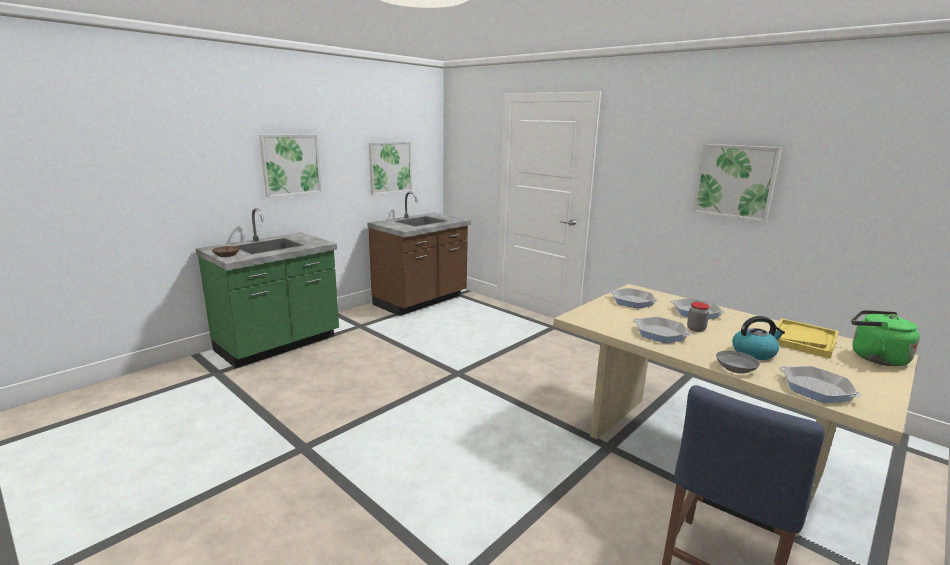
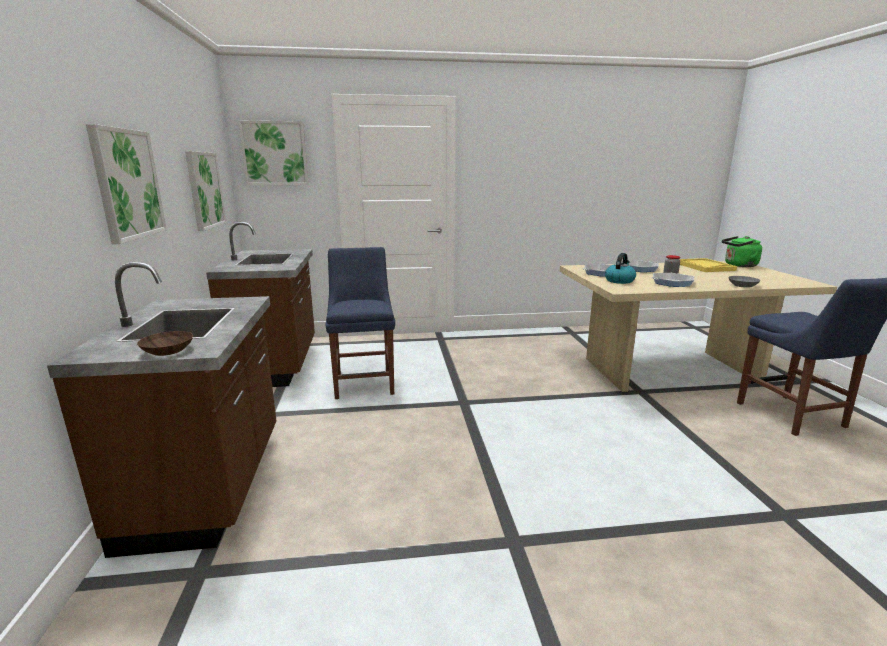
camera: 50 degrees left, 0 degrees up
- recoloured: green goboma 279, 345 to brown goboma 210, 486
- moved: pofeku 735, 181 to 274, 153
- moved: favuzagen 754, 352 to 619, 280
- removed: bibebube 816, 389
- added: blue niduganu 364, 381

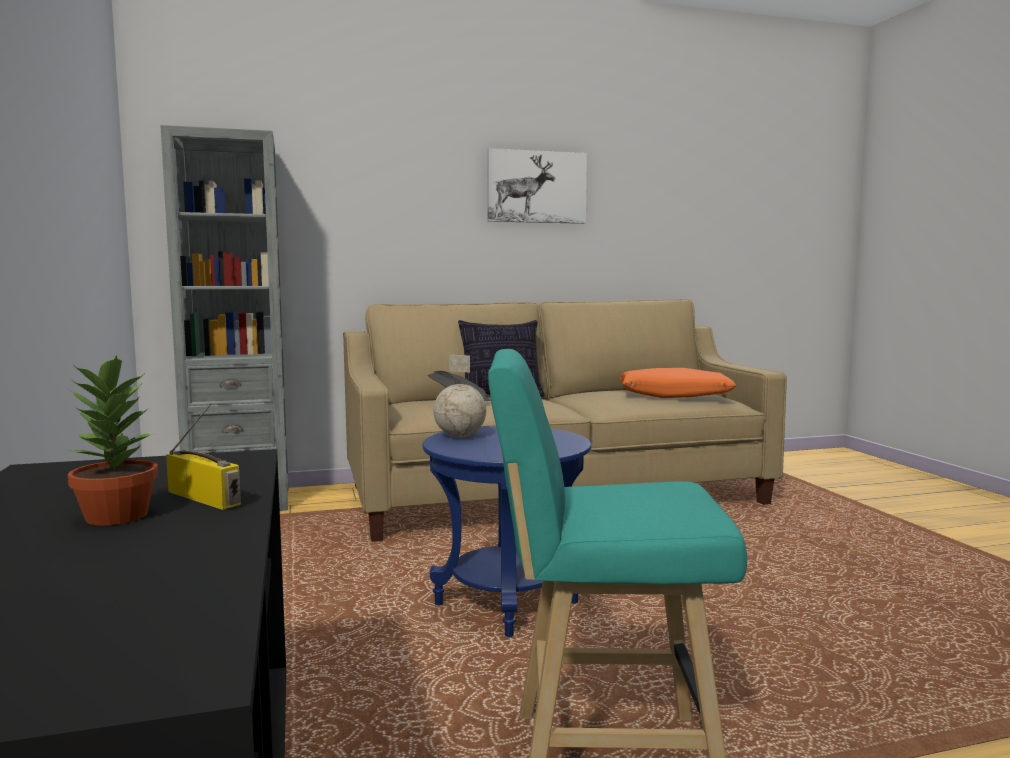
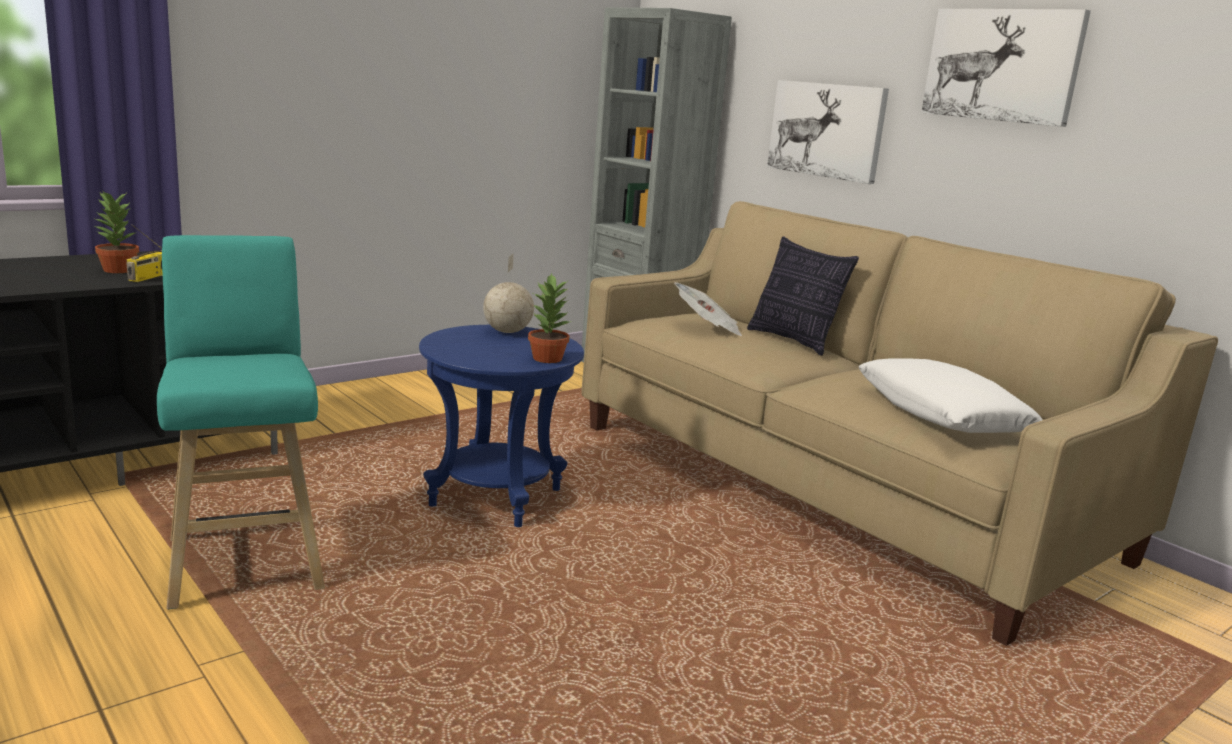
camera: 65 degrees right, 10 degrees up
- recoloured: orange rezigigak 674, 395 to white rezigigak 941, 413
- added: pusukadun 548, 358
- added: pofeku 827, 130

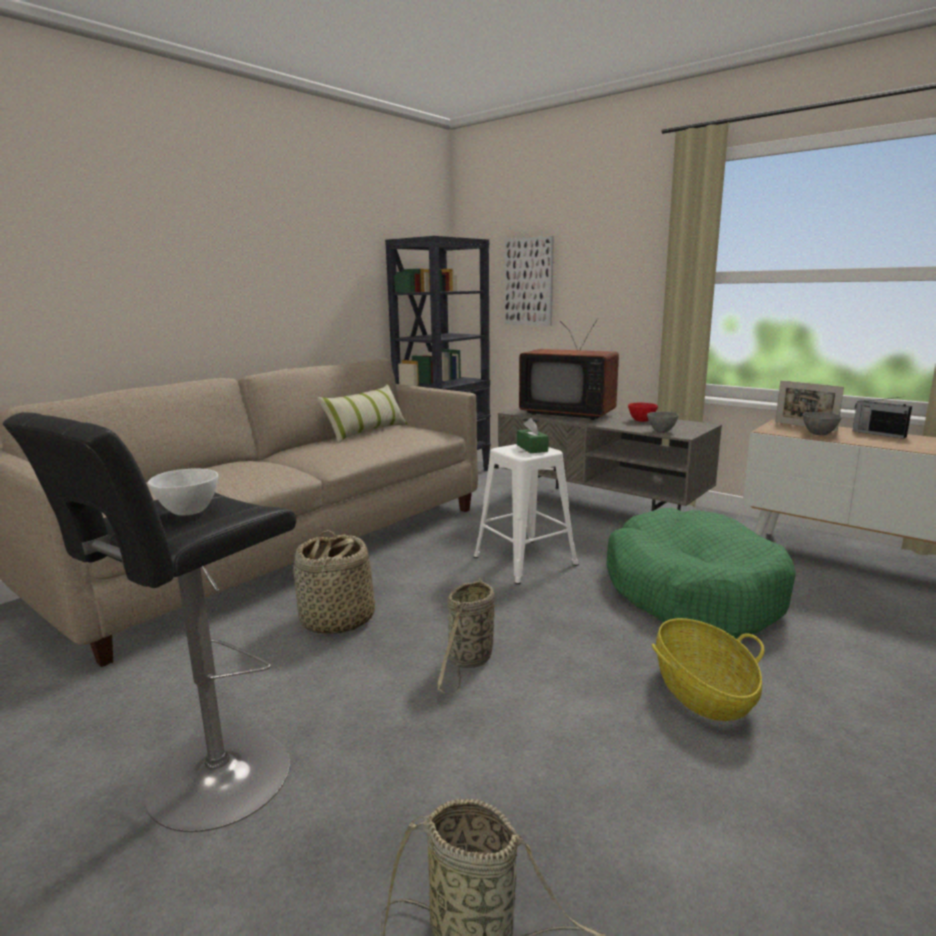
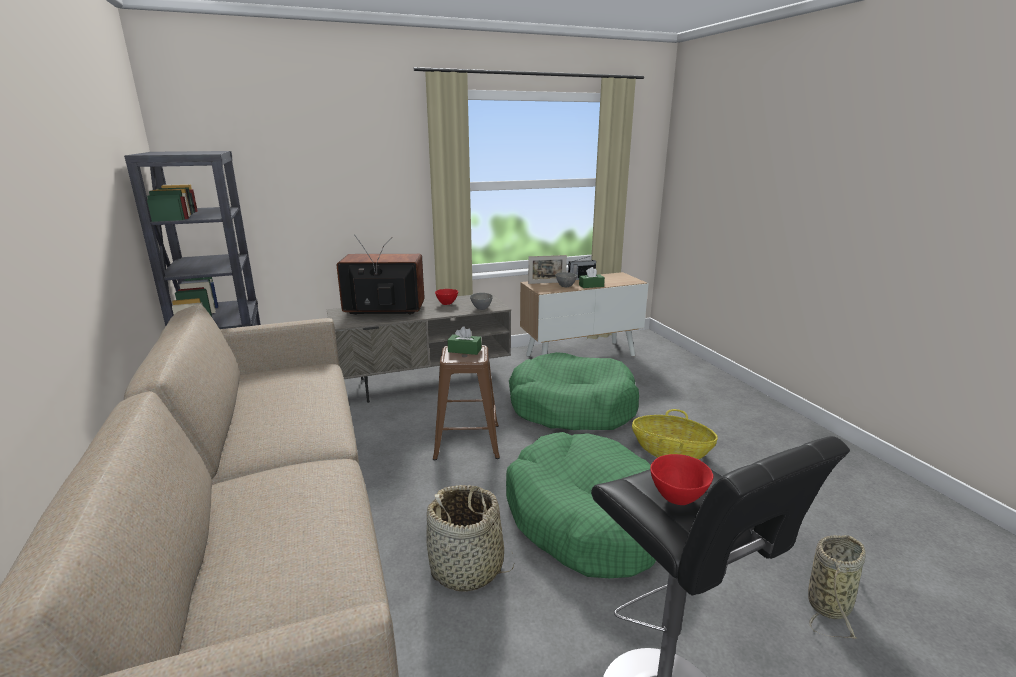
camera: 60 degrees left, 5 degrees up
- recoloured: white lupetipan 187, 512 to red lupetipan 677, 499
- removed: rezigigak 366, 432
- replaced: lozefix 469, 661 to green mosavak 586, 518
- recoloured: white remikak 525, 560 to brown remikak 466, 441
- removed: pofeku 529, 281
- turned: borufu 568, 413 = 384, 312 150 degrees counterclockwise
- added: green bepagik 591, 286

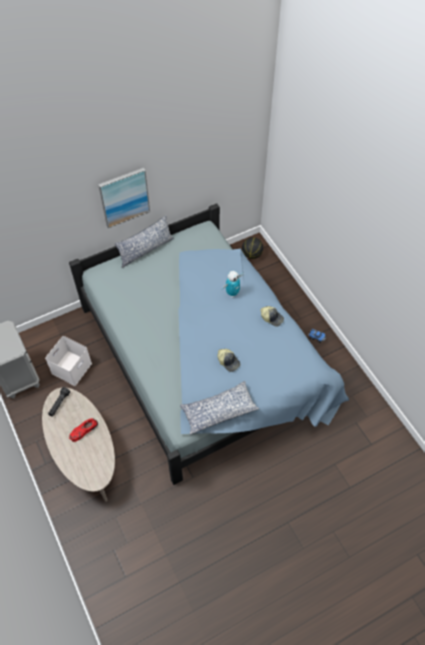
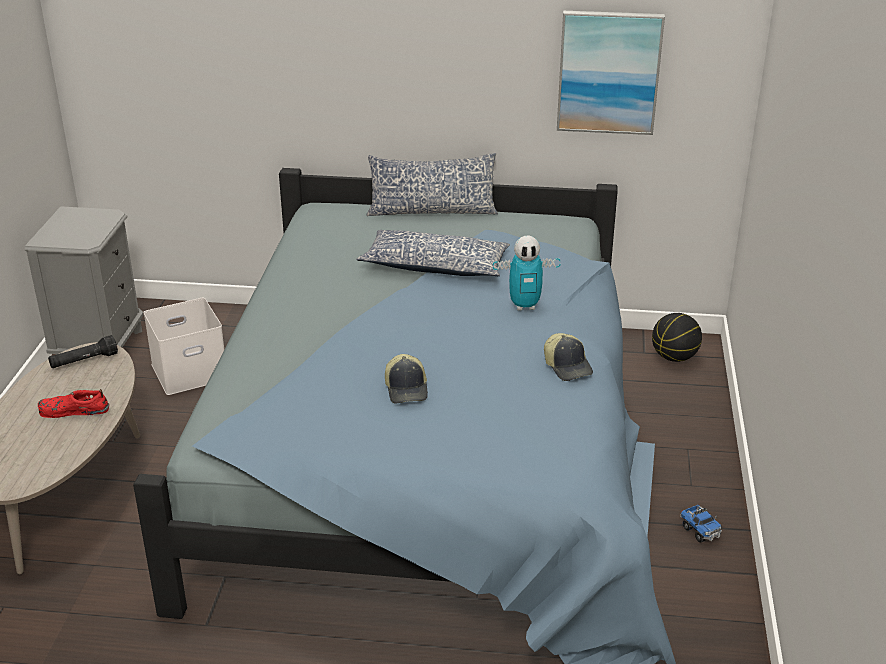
camera: 35 degrees right, 25 degrees down
- moved: pofeku 124, 197 to 609, 72
- moved: rezigigak 218, 410 to 434, 266

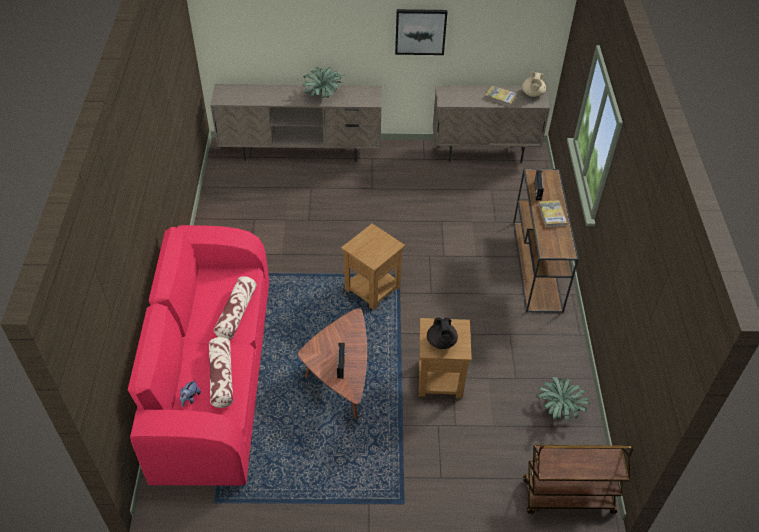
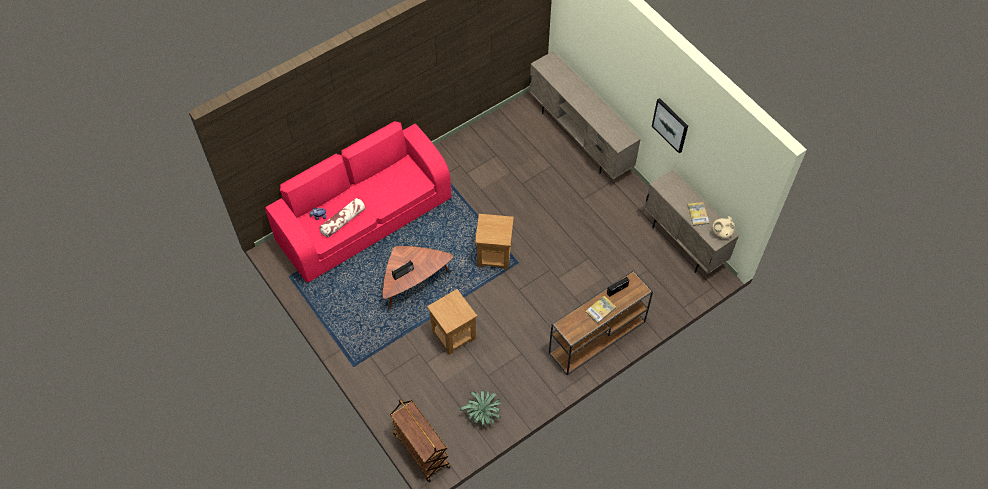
camera: 55 degrees right, 10 degrees up
- removed: rezigigak 236, 313
- removed: pusukadun 323, 95
- removed: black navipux 441, 342

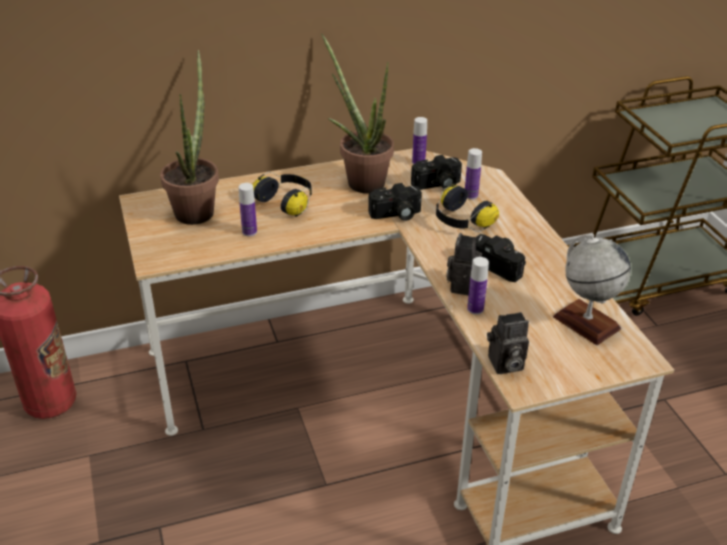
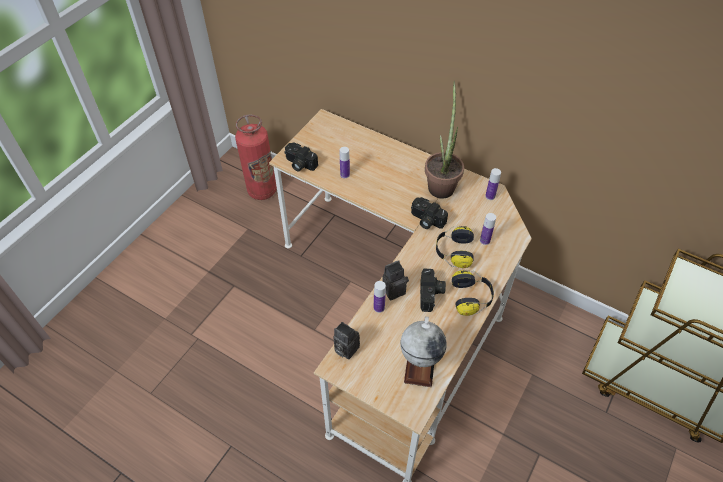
camera: 50 degrees right, 15 degrees up
- removed: pusukadun 197, 208
- moved: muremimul 286, 202 to 471, 298
- moved: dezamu 437, 185 to 299, 164

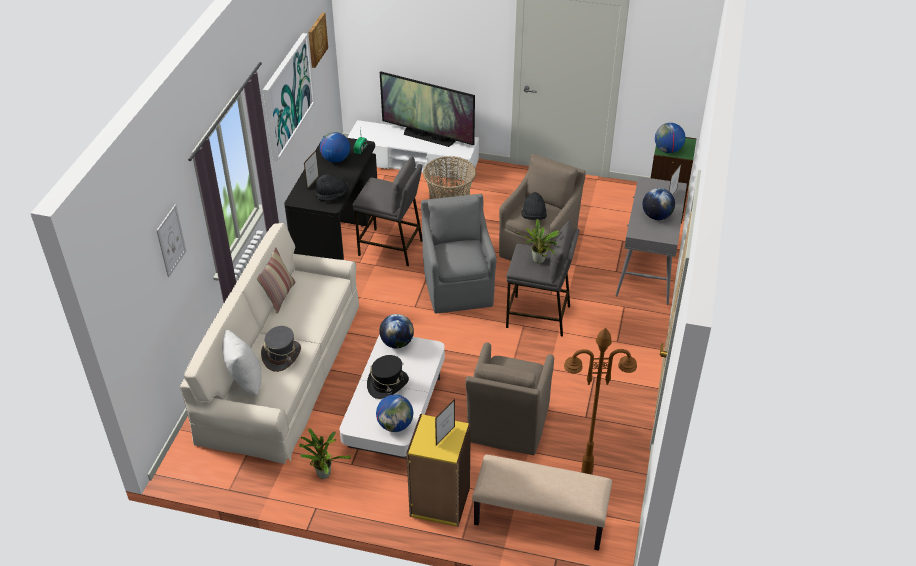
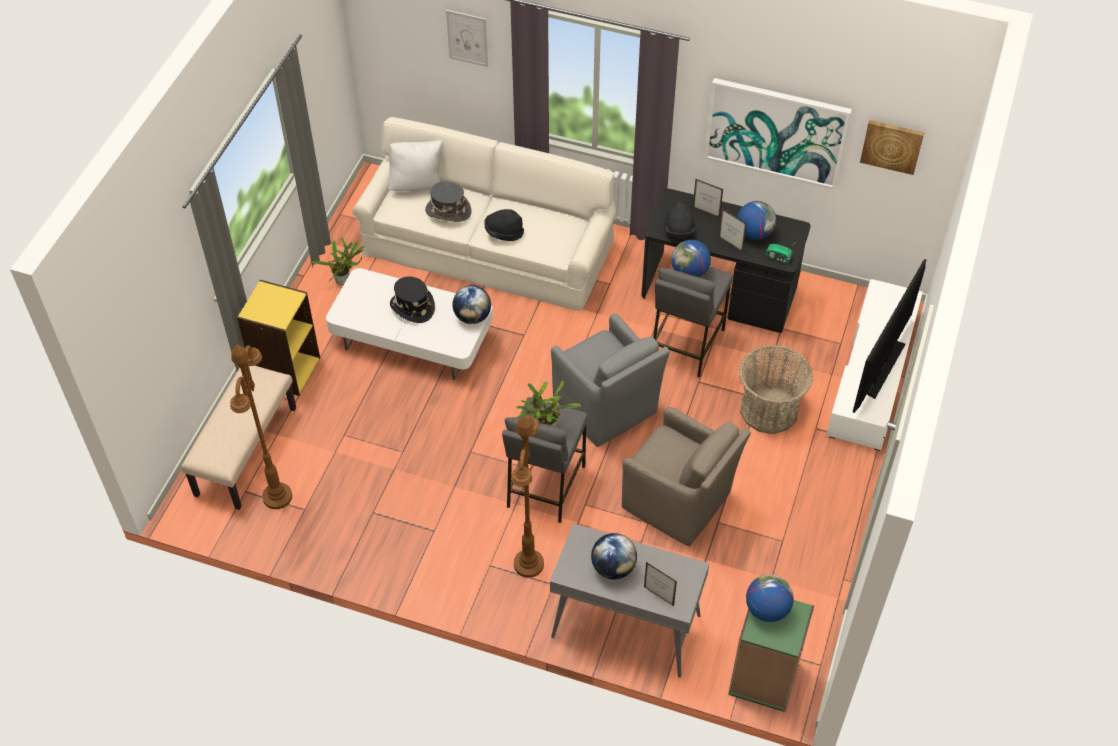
camera: 95 degrees right, 10 degrees up
- removed: rezigigak 279, 296
- moved: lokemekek 395, 425 to 689, 272
- turned: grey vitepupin 458, 287 = 606, 408 60 degrees clockwise
- moved: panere 445, 436 to 730, 244
- removed: brown vitepupin 507, 425
- moved: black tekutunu 533, 216 to 504, 232
- added: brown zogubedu 529, 564

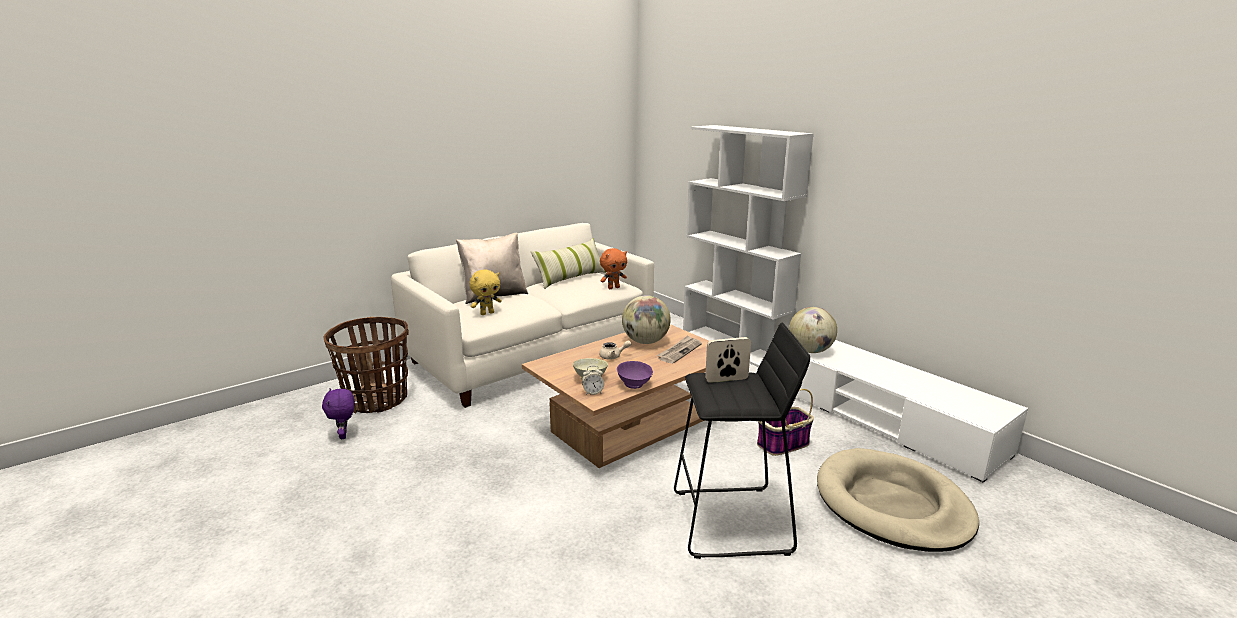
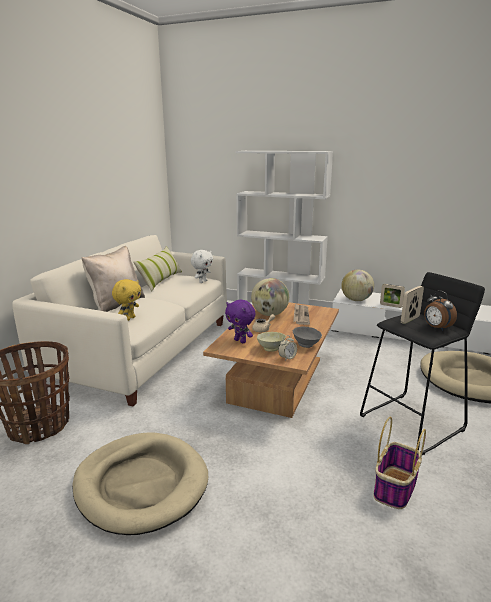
camera: 30 degrees left, 0 degrees up
- moved: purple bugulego 344, 435 to 240, 341
- recoloured: orange bugulego 613, 288 to white bugulego 202, 281
- recoloured: purple lupetipan 634, 385 to grey lupetipan 306, 345
- moved: lozefix 782, 444 to 395, 488
- added: beige mosavak 141, 484
- added: panere 390, 306
- added: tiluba 436, 328

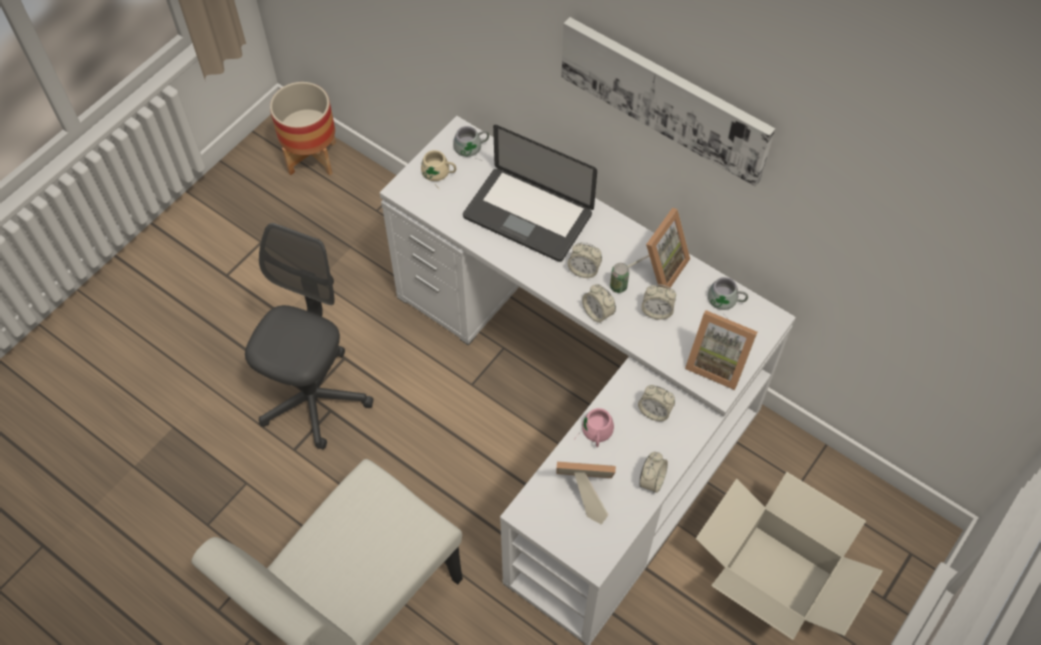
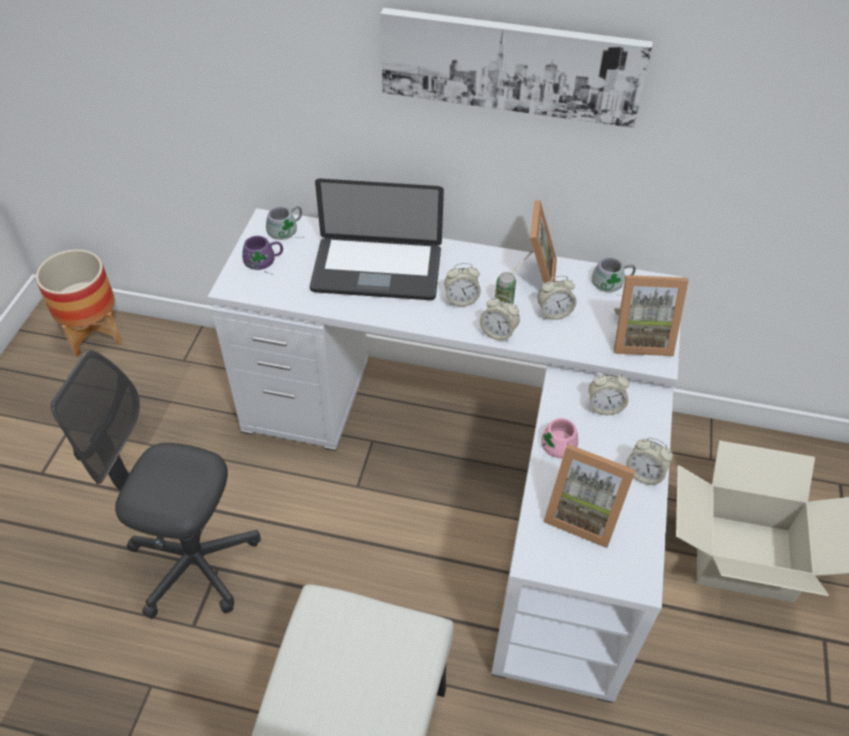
camera: 25 degrees left, 10 degrees down
- turned: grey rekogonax 314, 398 = 194, 562 75 degrees counterclockwise
- recoloured: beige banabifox 438, 174 to purple banabifox 263, 262
- turned: panere 583, 492 = 583, 513 135 degrees counterclockwise
- turned: tiluba 651, 480 = 644, 474 120 degrees clockwise

